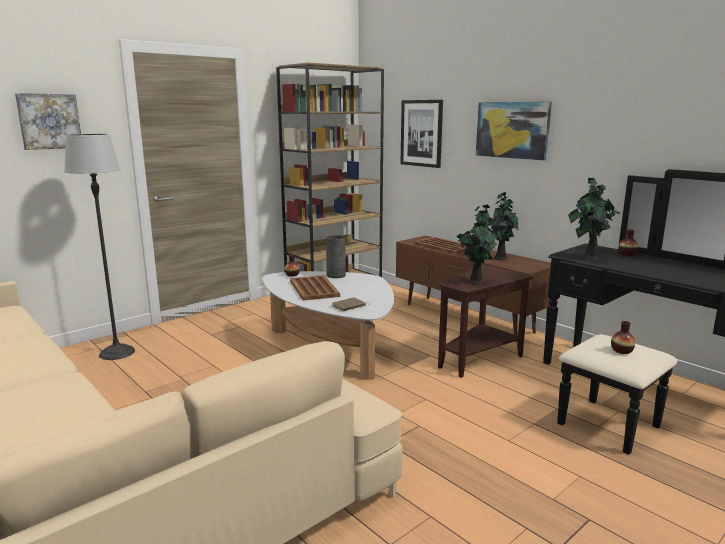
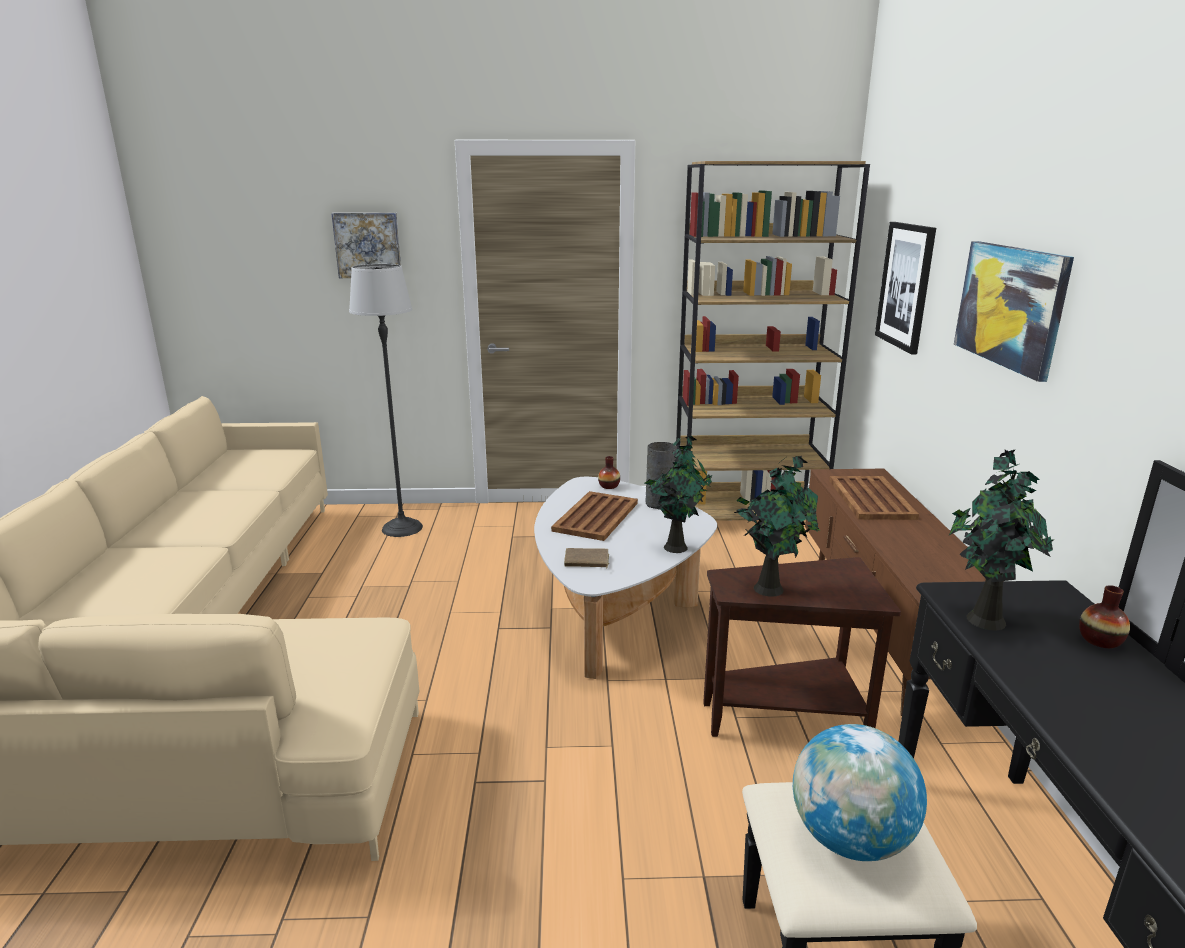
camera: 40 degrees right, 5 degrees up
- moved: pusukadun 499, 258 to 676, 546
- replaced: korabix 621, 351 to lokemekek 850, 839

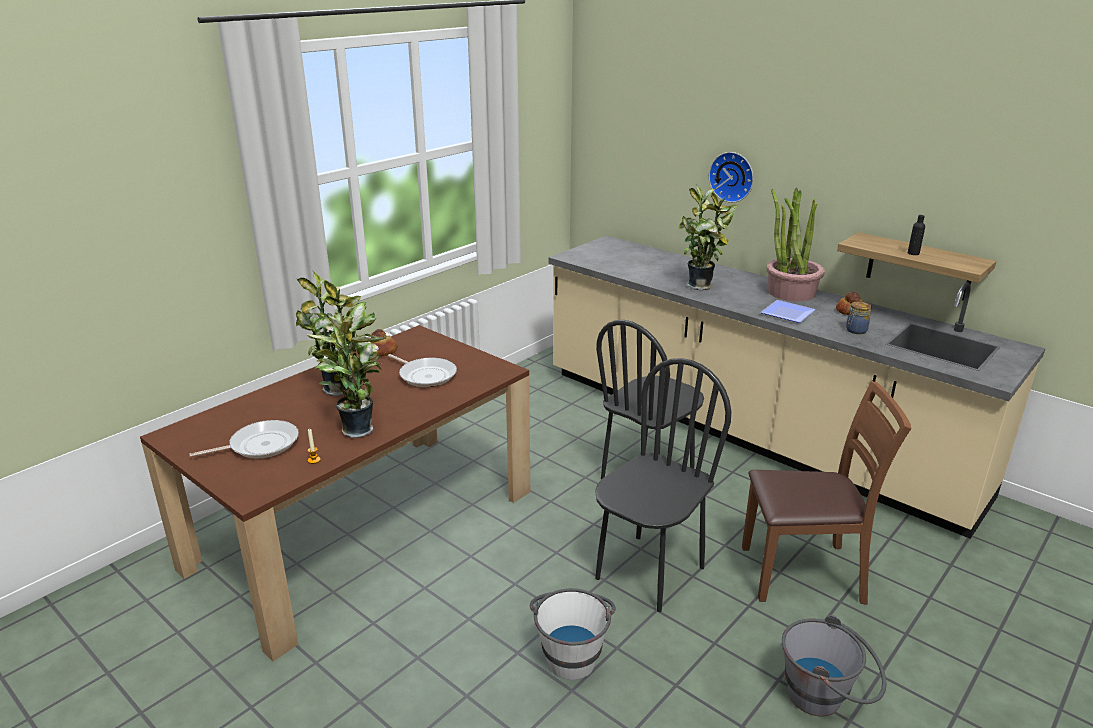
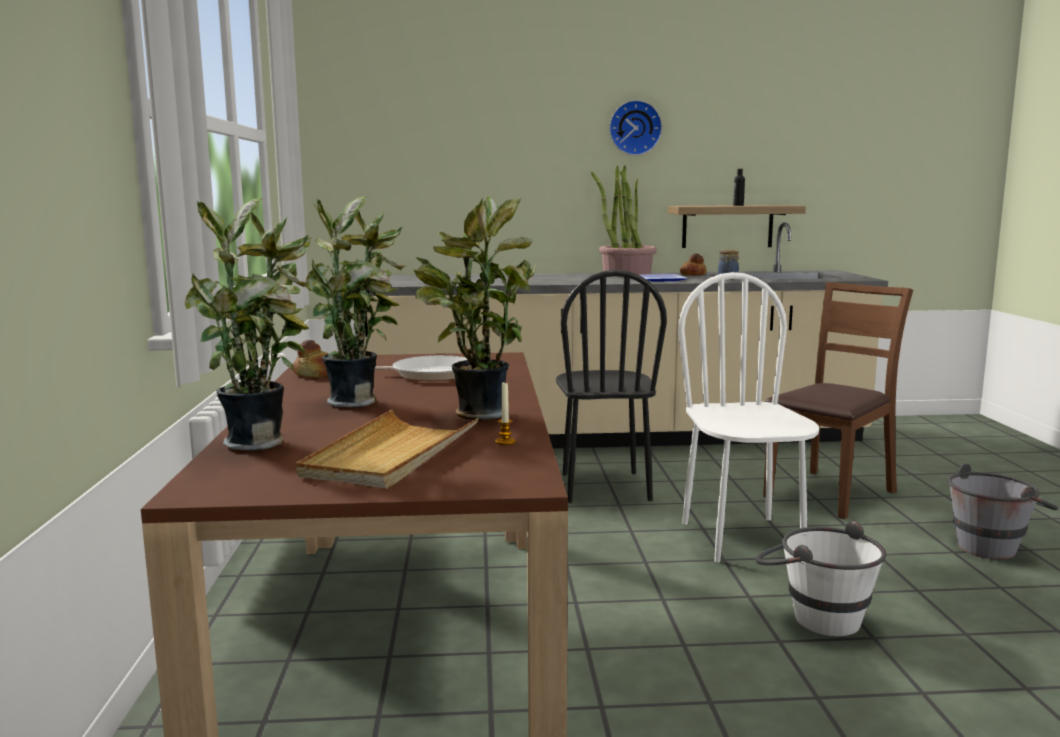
camera: 45 degrees left, 15 degrees down
- replaced: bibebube 260, 445 to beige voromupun 391, 455
- recoloured: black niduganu 649, 572 to white niduganu 743, 539
- moved: pusukadun 702, 286 to 261, 442
- moved: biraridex 732, 176 to 634, 128

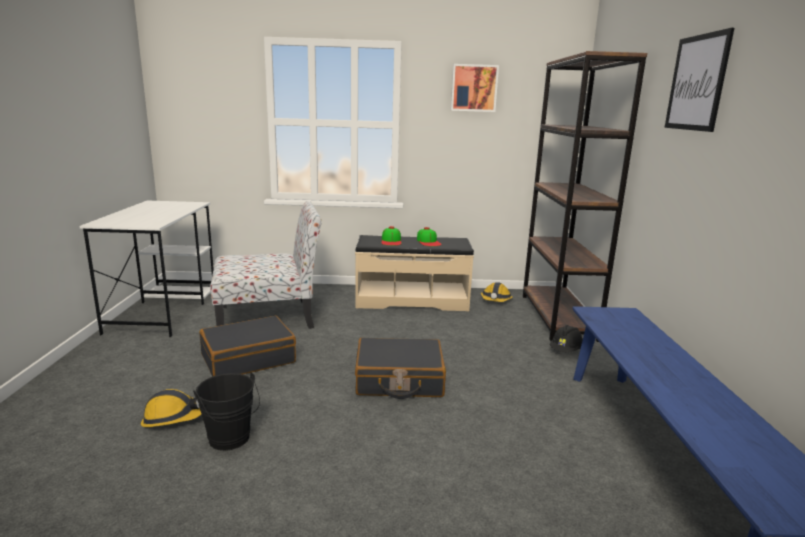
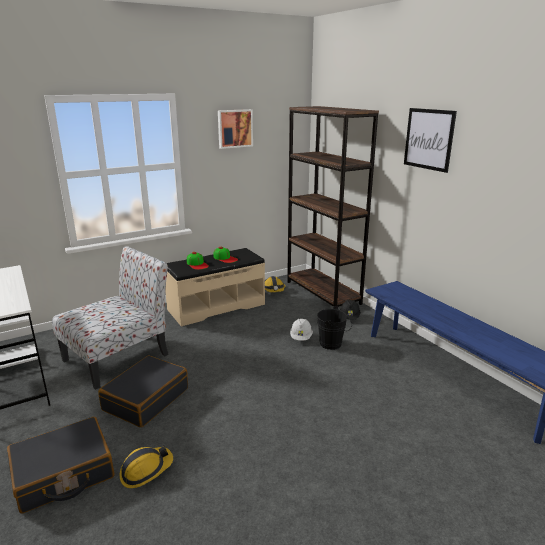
camera: 30 degrees left, 5 degrees up
- moved: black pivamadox 231, 440 to 333, 344
- moved: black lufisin 399, 380 to 63, 474
- added: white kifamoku 301, 337

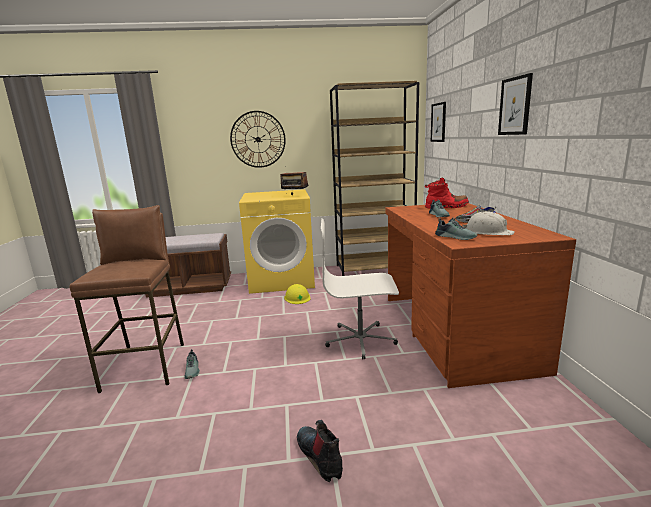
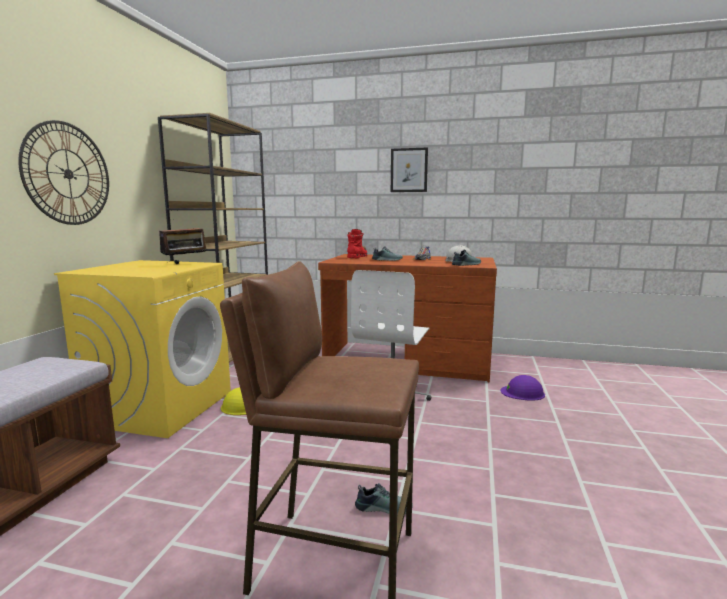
camera: 70 degrees left, 5 degrees down
- removed: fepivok 320, 457
- removed: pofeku 438, 122
- added: purple kifamoku 522, 393

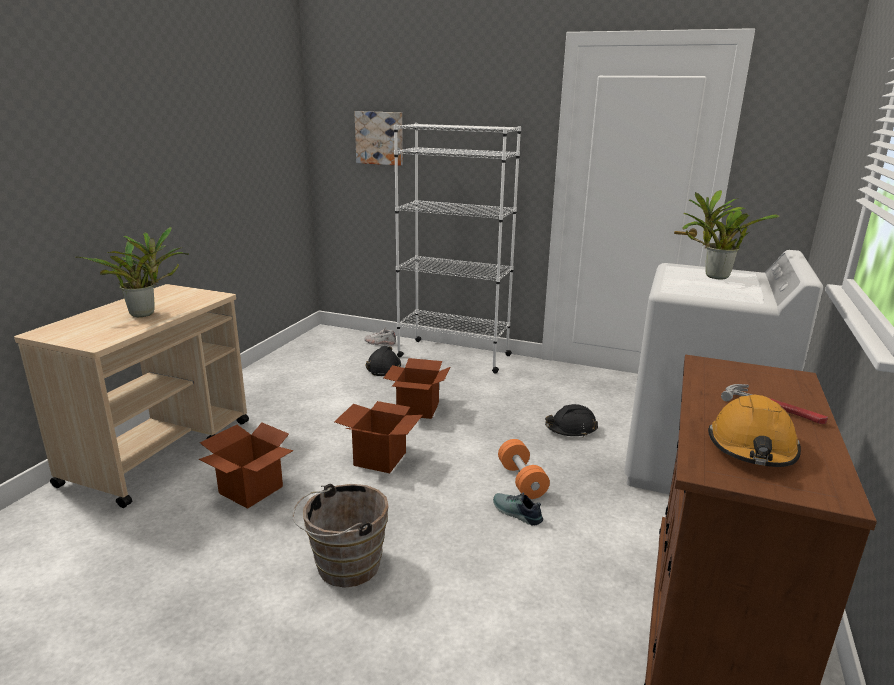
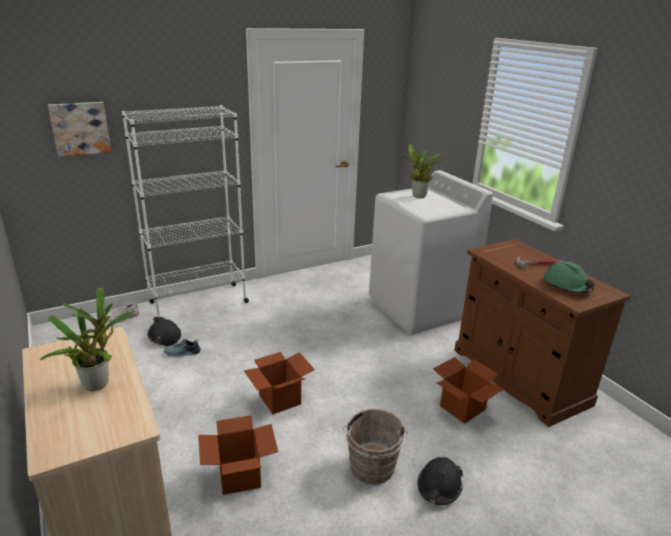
camera: 50 degrees left, 5 degrees up
- moved: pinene 418, 409 to 462, 407
- moved: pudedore 516, 513 to 182, 353
- removed: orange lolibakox 521, 480
- moved: black kifamoku 570, 429 to 439, 486
- recoloured: orange kifamoku 752, 448 to green kifamoku 567, 286

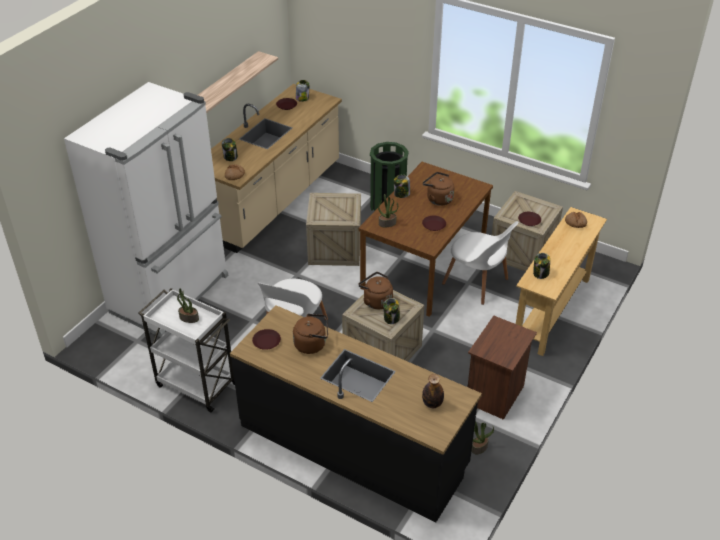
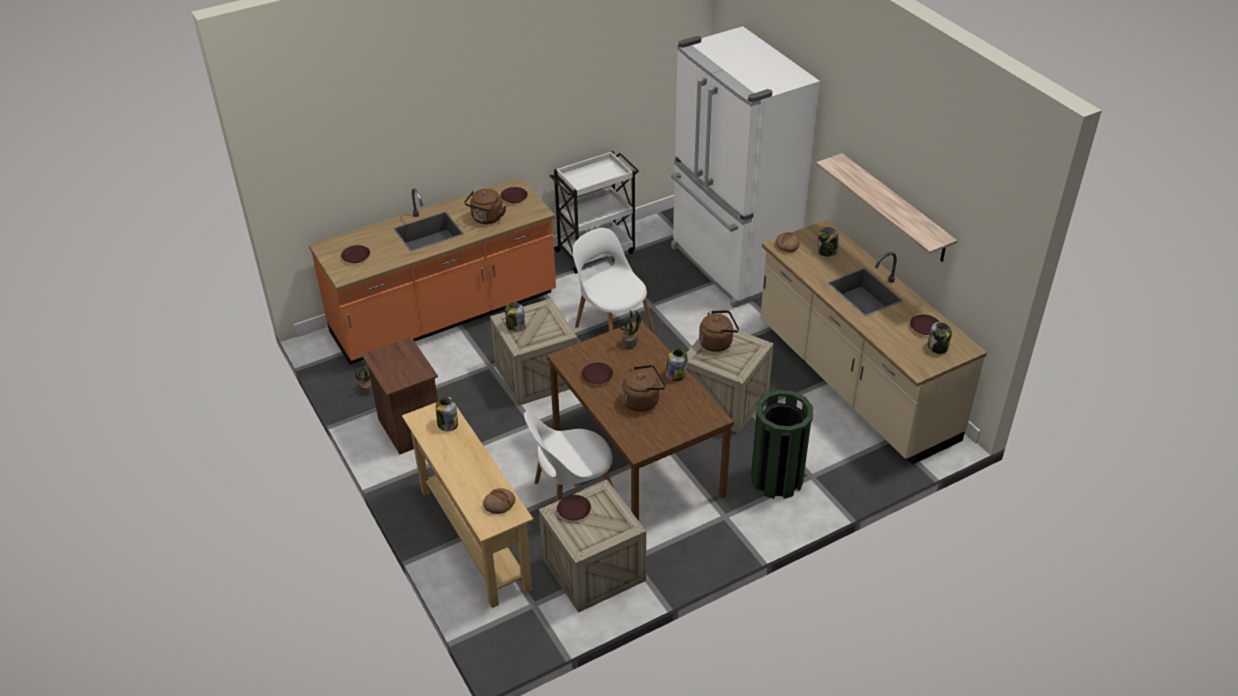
camera: 120 degrees right, 0 degrees up
- removed: pusukadun 188, 318
- recoloured: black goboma 353, 446 to orange goboma 445, 315
- moved: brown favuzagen 376, 301 to 717, 342
- replaced: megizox 432, 404 to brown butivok 356, 257

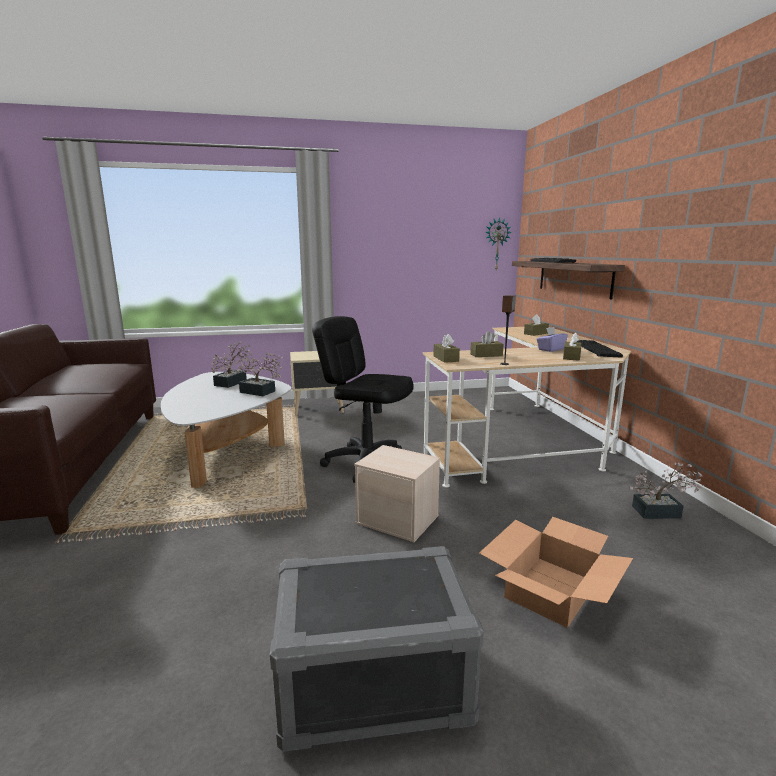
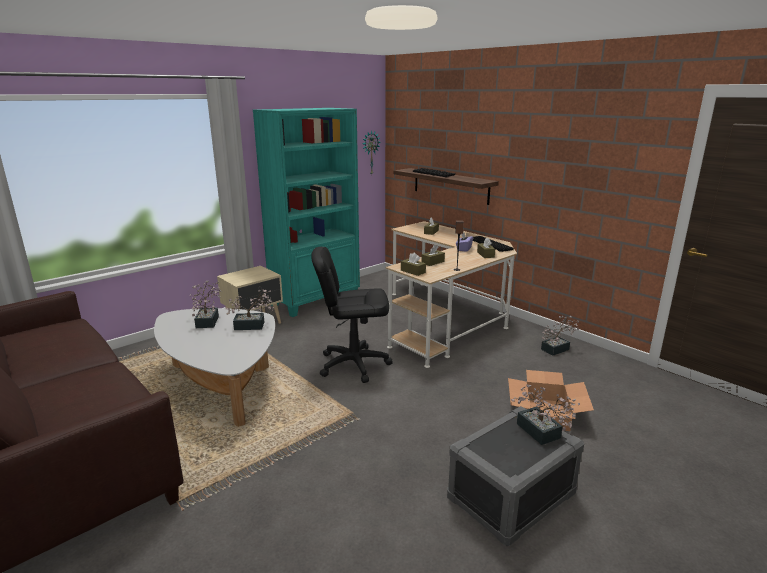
camera: 30 degrees left, 5 degrees up
- removed: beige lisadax 398, 519
- added: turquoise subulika 316, 300
- added: pusukadun 541, 434

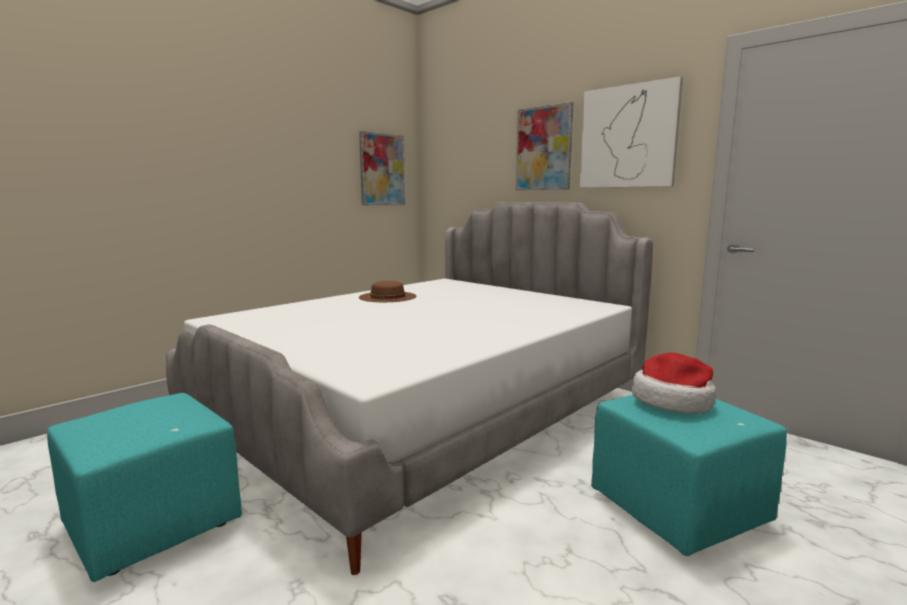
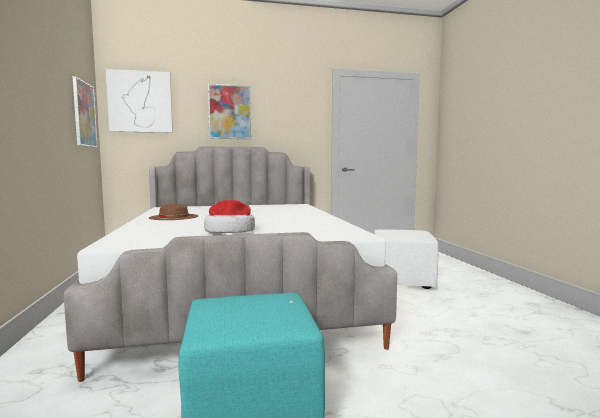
camera: 55 degrees left, 5 degrees down
- moved: pofeku 628, 137 to 140, 102
- recoloured: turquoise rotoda 679, 510 to white rotoda 403, 281
- moved: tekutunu 673, 401 to 230, 231

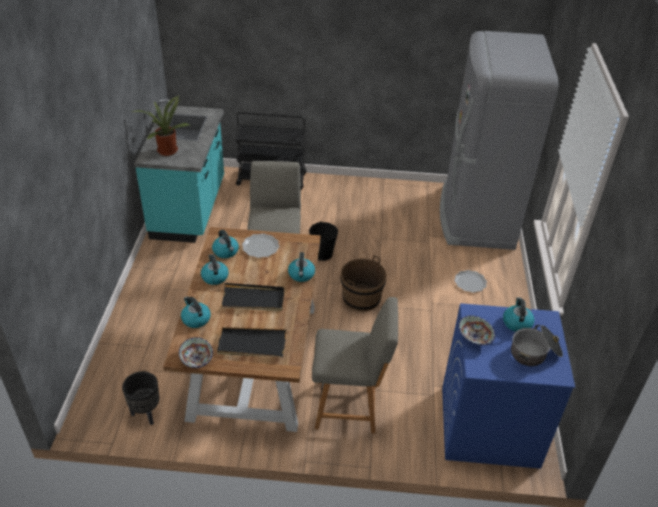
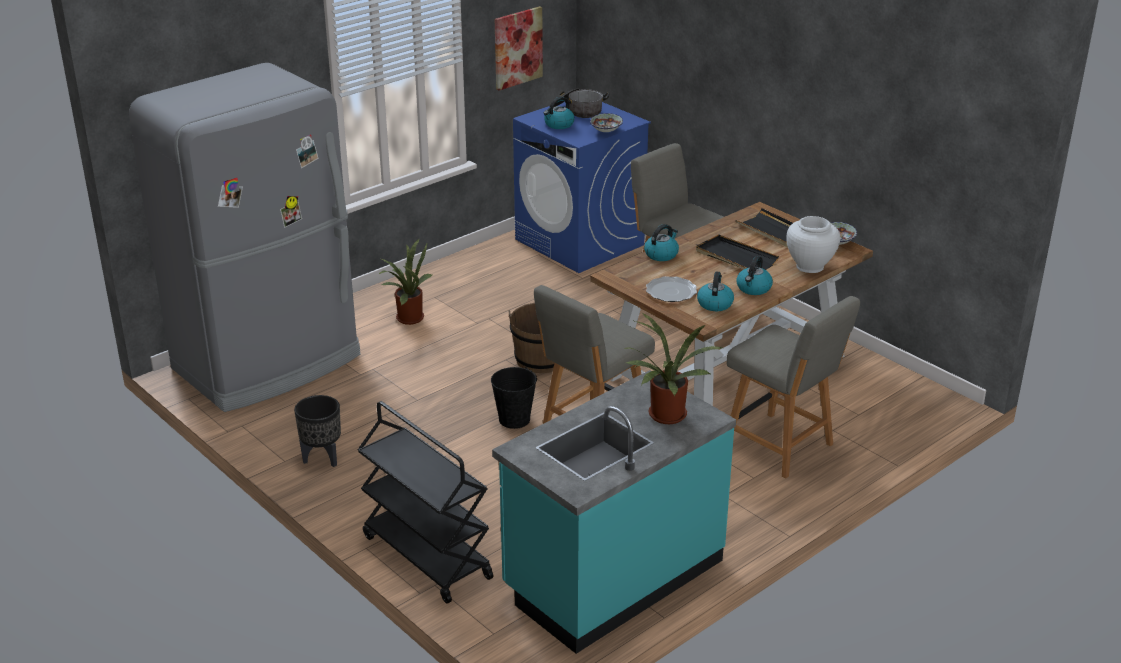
camera: 135 degrees left, 10 degrees down
- moved: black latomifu 146, 414 to 322, 458
- replaced: favuzagen 195, 319 to white korabix 810, 267
- replaced: butivok 470, 282 to pusukadun 407, 317
- added: pofeku 517, 48
- added: grey niduganu 781, 447

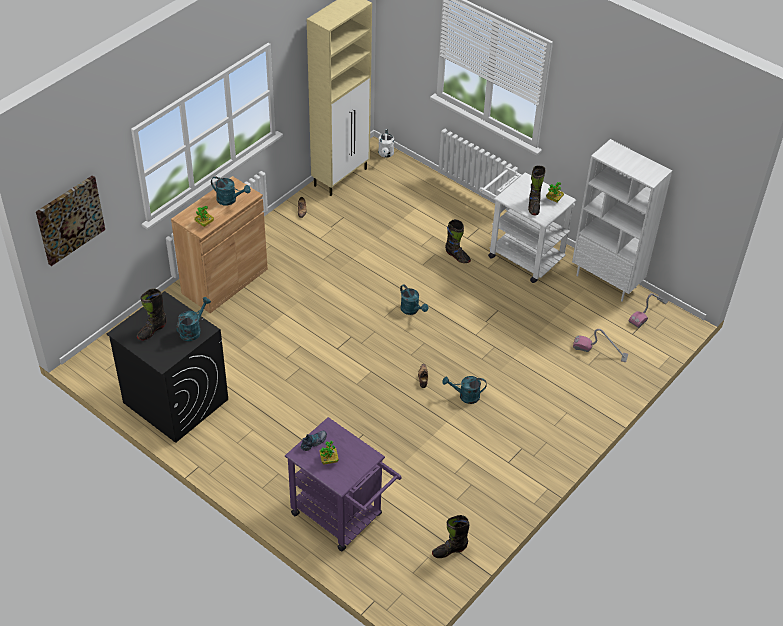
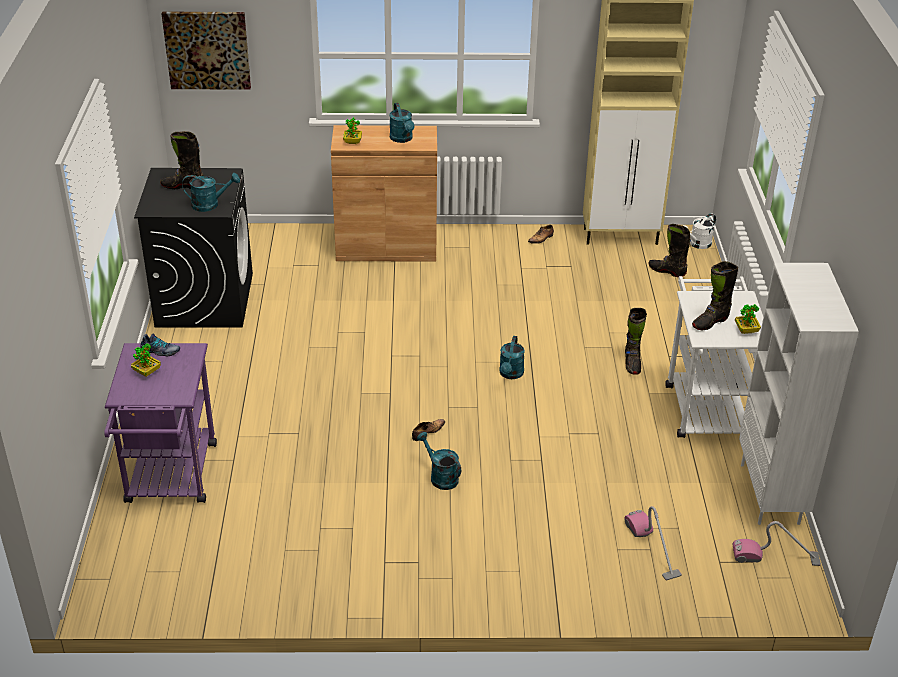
camera: 50 degrees right, 10 degrees down
- moved: black fepivok 449, 550 to 667, 271

